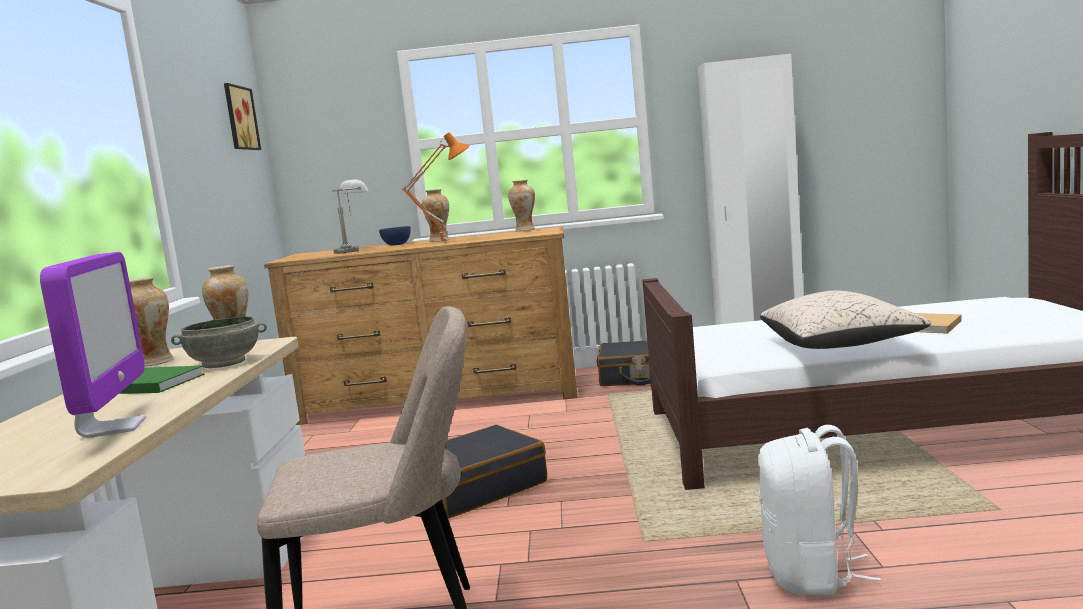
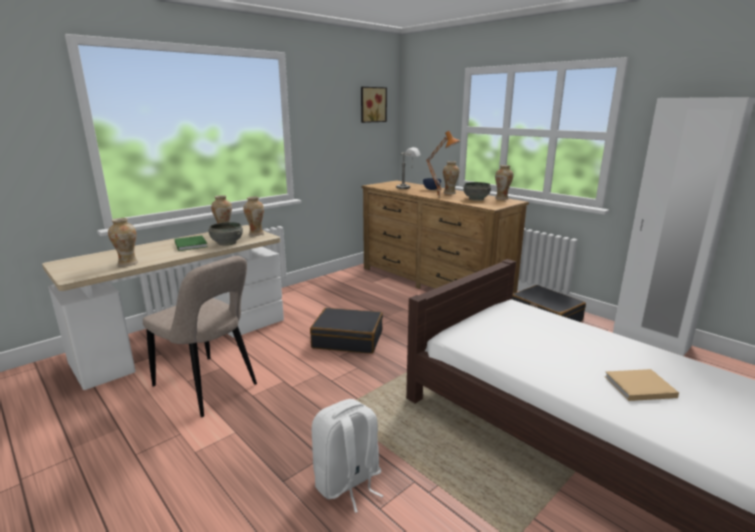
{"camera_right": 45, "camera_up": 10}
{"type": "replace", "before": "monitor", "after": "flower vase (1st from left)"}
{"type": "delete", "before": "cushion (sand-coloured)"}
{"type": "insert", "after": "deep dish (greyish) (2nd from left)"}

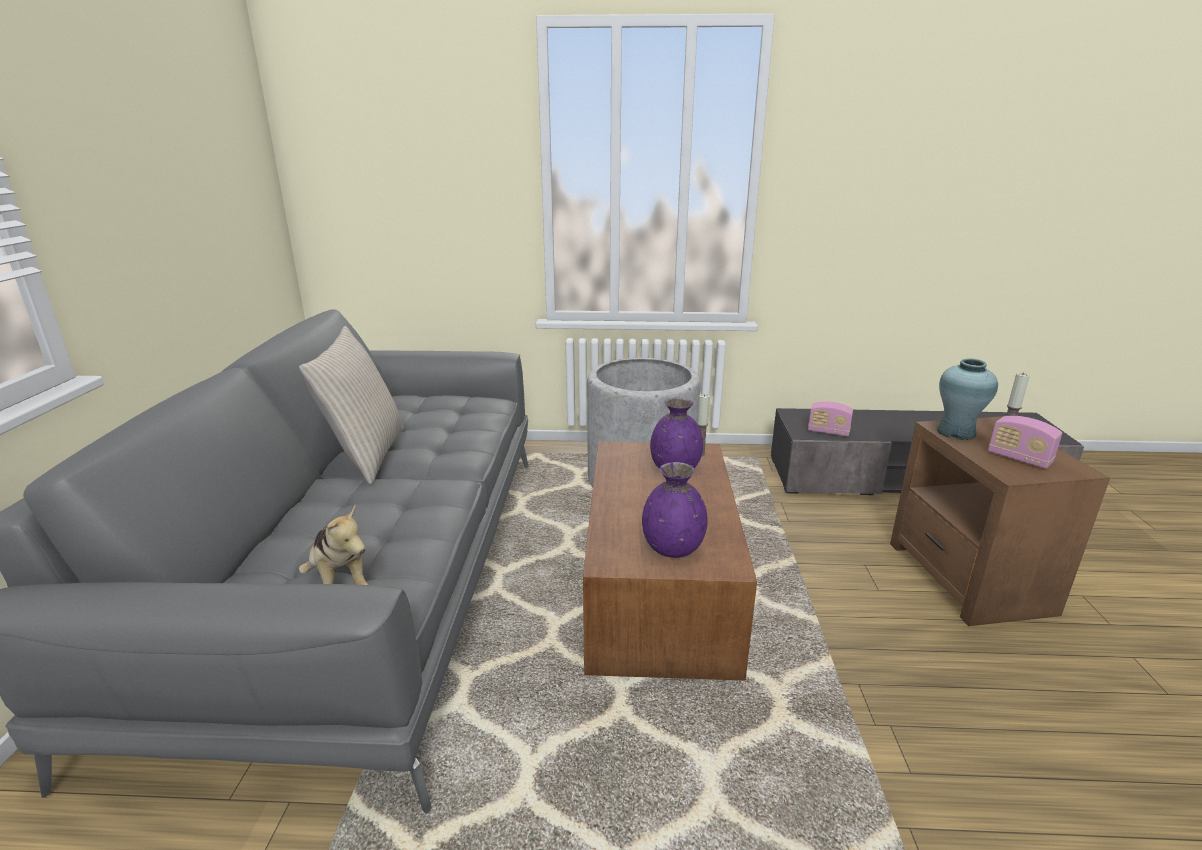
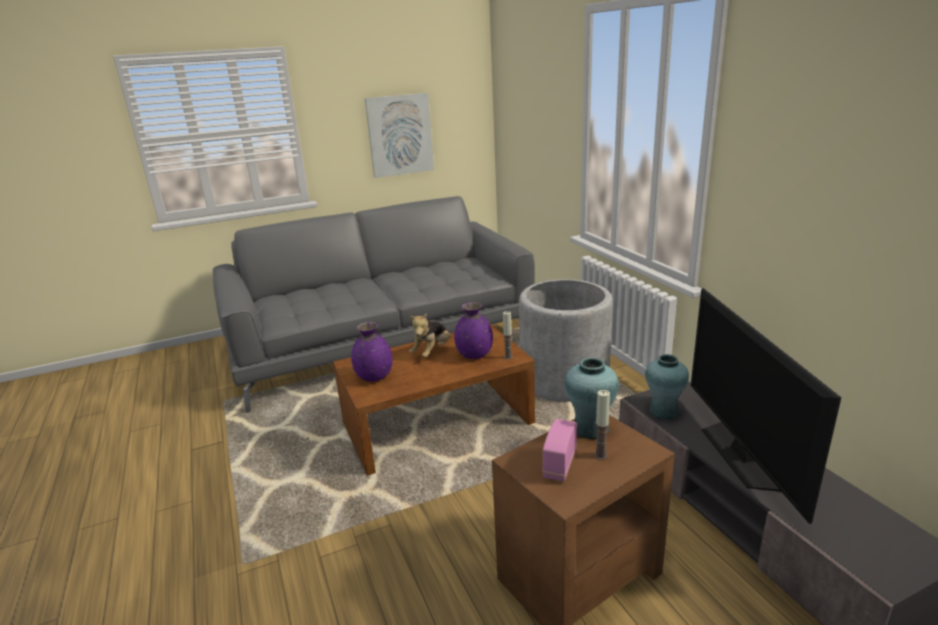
{"camera_right": 65, "camera_up": 0}
{"type": "delete", "before": "cushion (sand-coloured)"}
{"type": "move", "before": "plush toy"}
{"type": "replace", "before": "radio (1st from left)", "after": "flower vase (turquoise) (2nd from left)"}
{"type": "insert", "after": "wall art"}
{"type": "insert", "after": "television"}

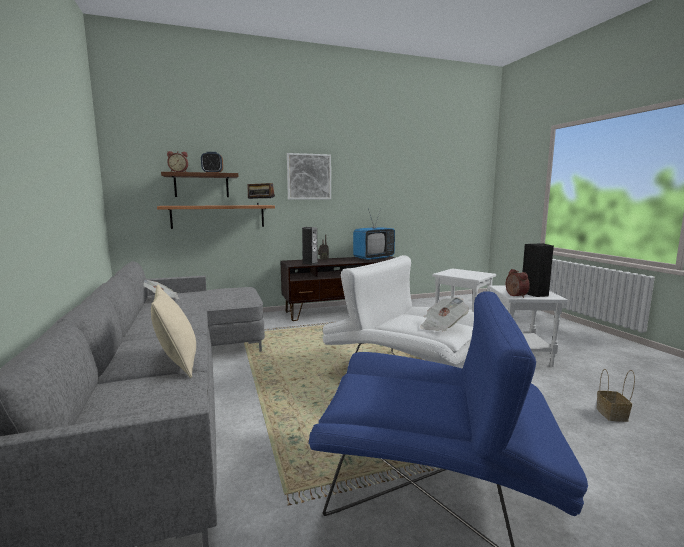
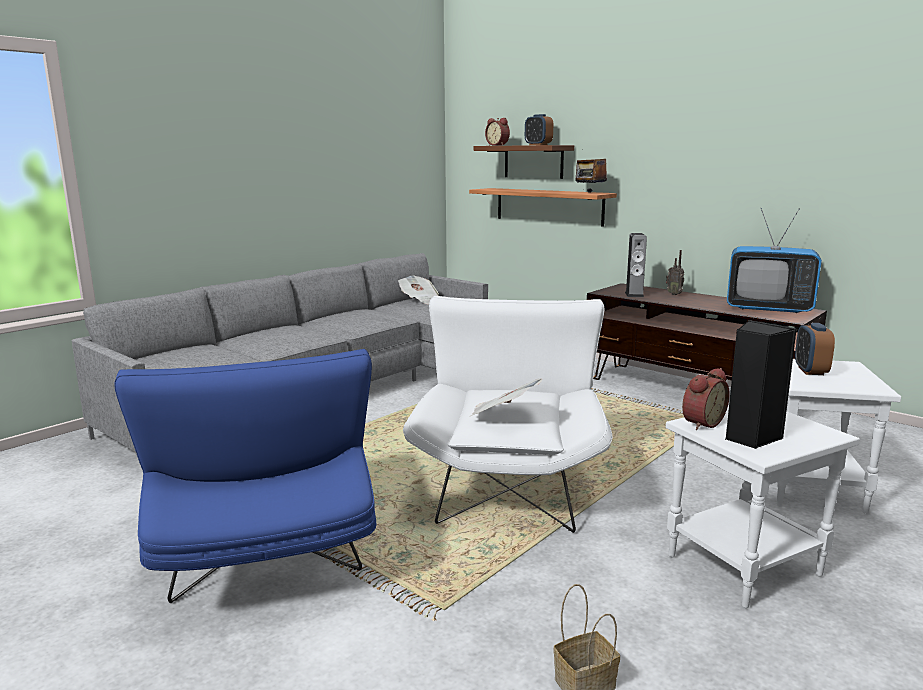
{"camera_right": 60, "camera_up": 5}
{"type": "delete", "before": "cushion (sand-coloured)"}
{"type": "delete", "before": "wall art"}
{"type": "insert", "after": "alarm clock (4th from left)"}

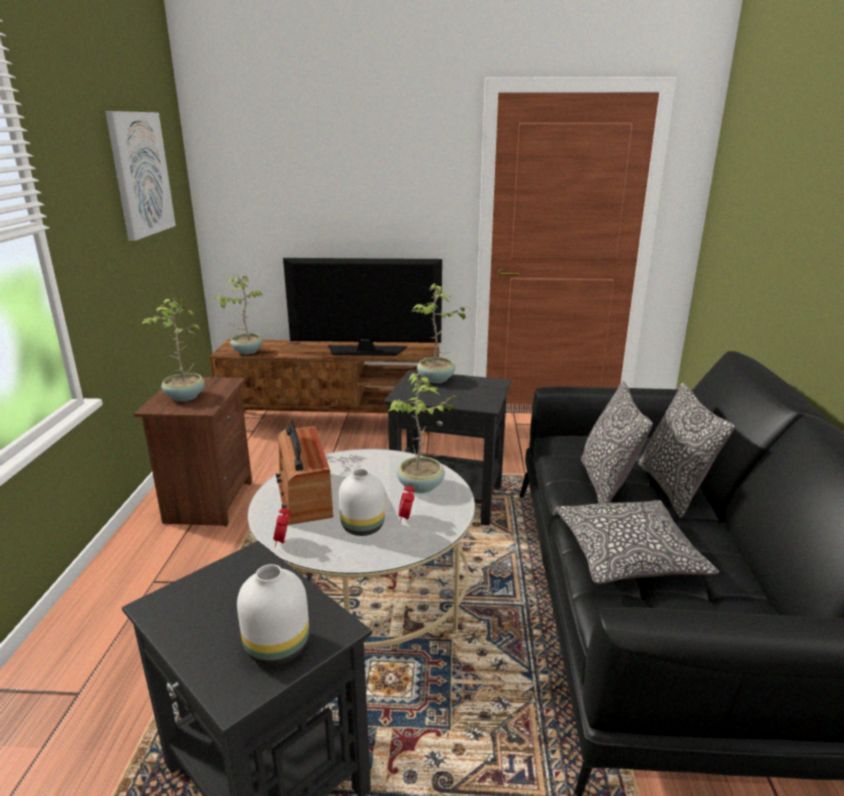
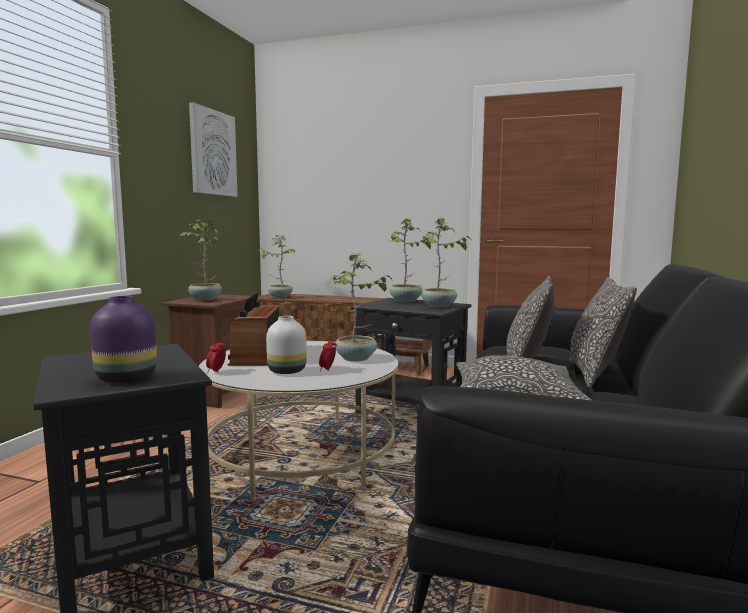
{"camera_right": 15, "camera_up": -15}
{"type": "recolor", "before": "flower vase (white-coloured) (1st from left)", "after": "flower vase (purple-coloured)"}
{"type": "delete", "before": "television"}
{"type": "insert", "after": "houseplant (5th from left)"}

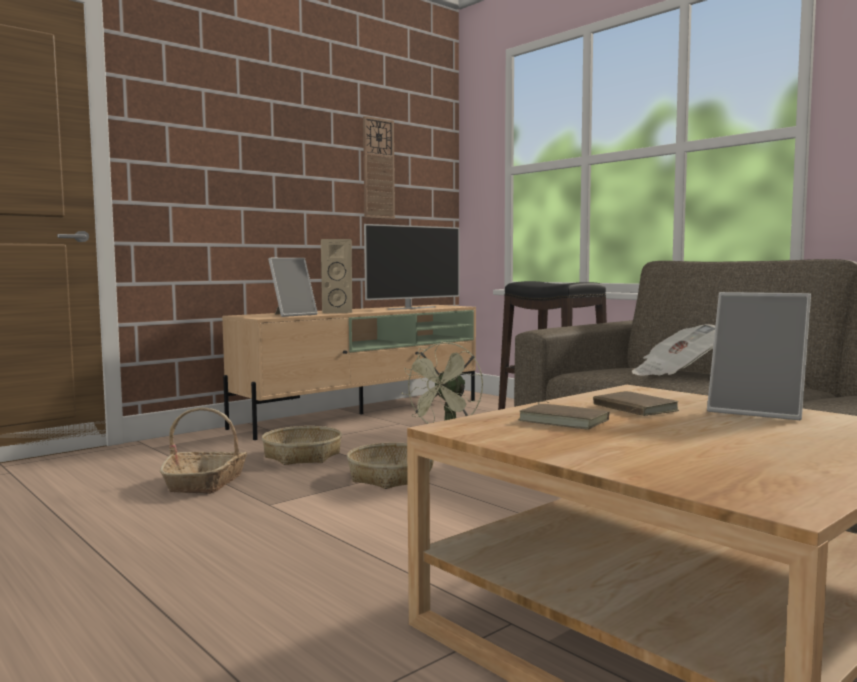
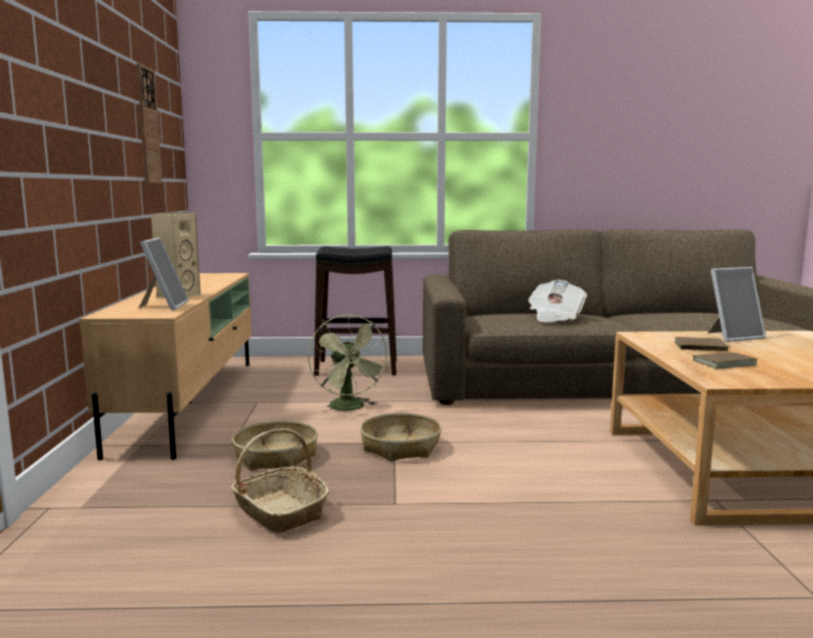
{"camera_right": -50, "camera_up": 5}
{"type": "delete", "before": "television"}

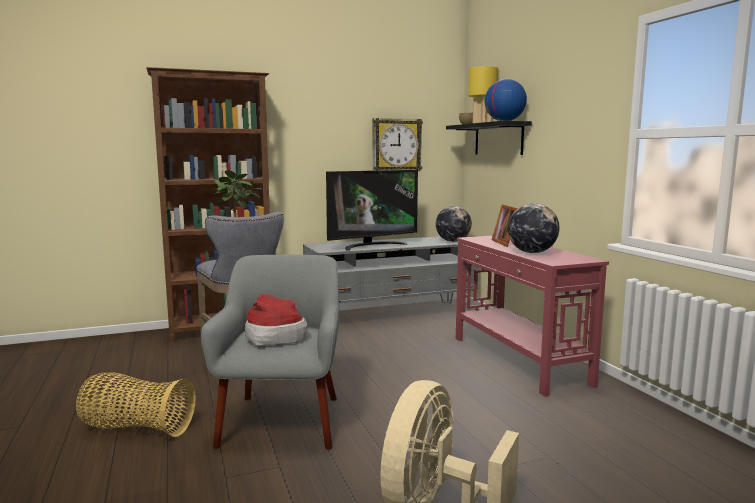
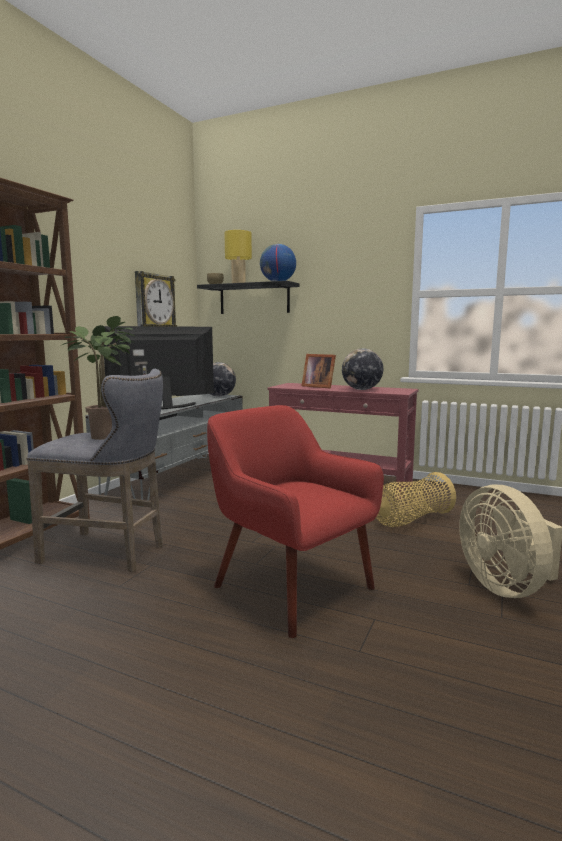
{"camera_right": -45, "camera_up": 0}
{"type": "move", "before": "household basket"}
{"type": "recolor", "before": "armchair (greyish)", "after": "armchair (reddish)"}
{"type": "delete", "before": "clothing hat"}
{"type": "rotate", "before": "television", "turn": -135}

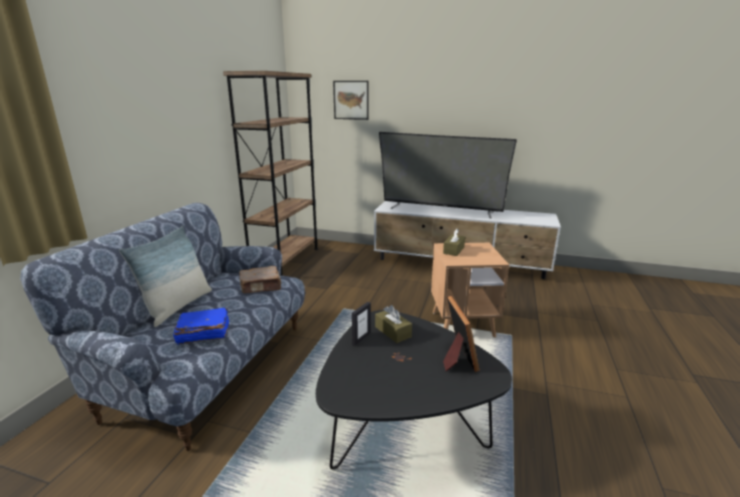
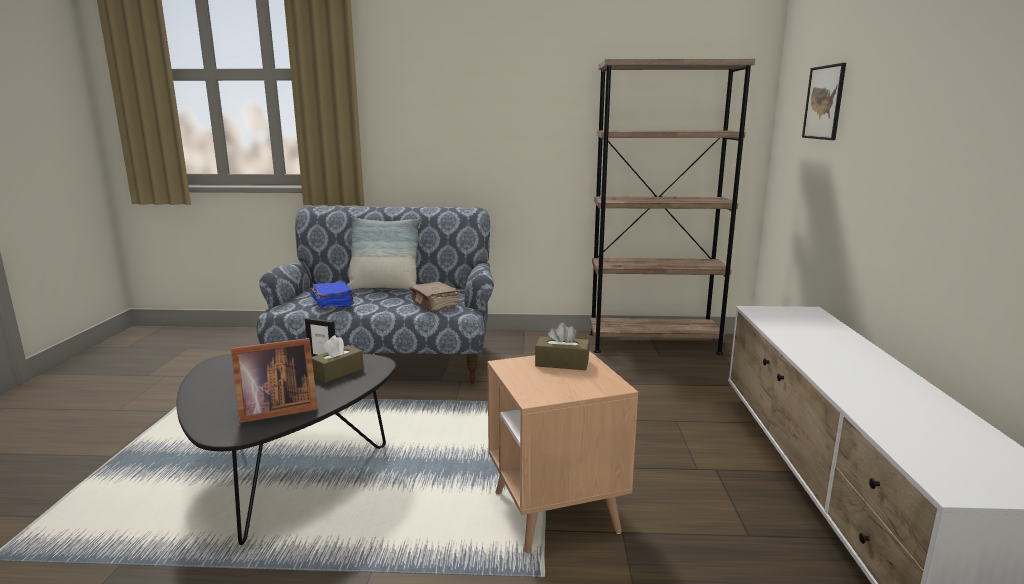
{"camera_right": 75, "camera_up": -5}
{"type": "delete", "before": "television"}

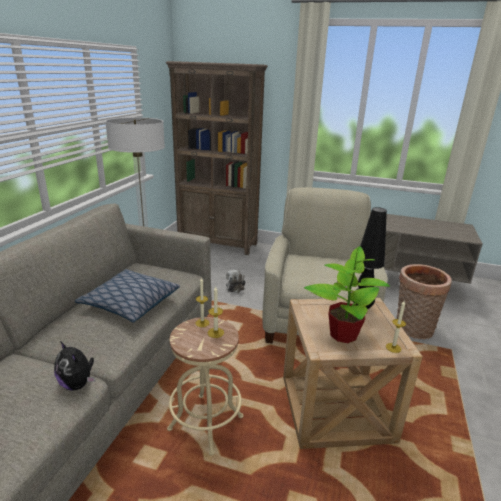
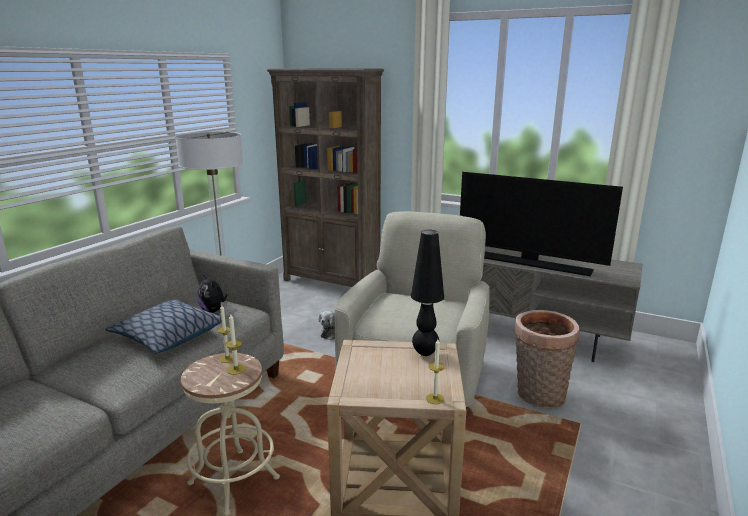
{"camera_right": 10, "camera_up": -5}
{"type": "move", "before": "plush toy (1st from left)"}
{"type": "delete", "before": "houseplant"}
{"type": "insert", "after": "television"}

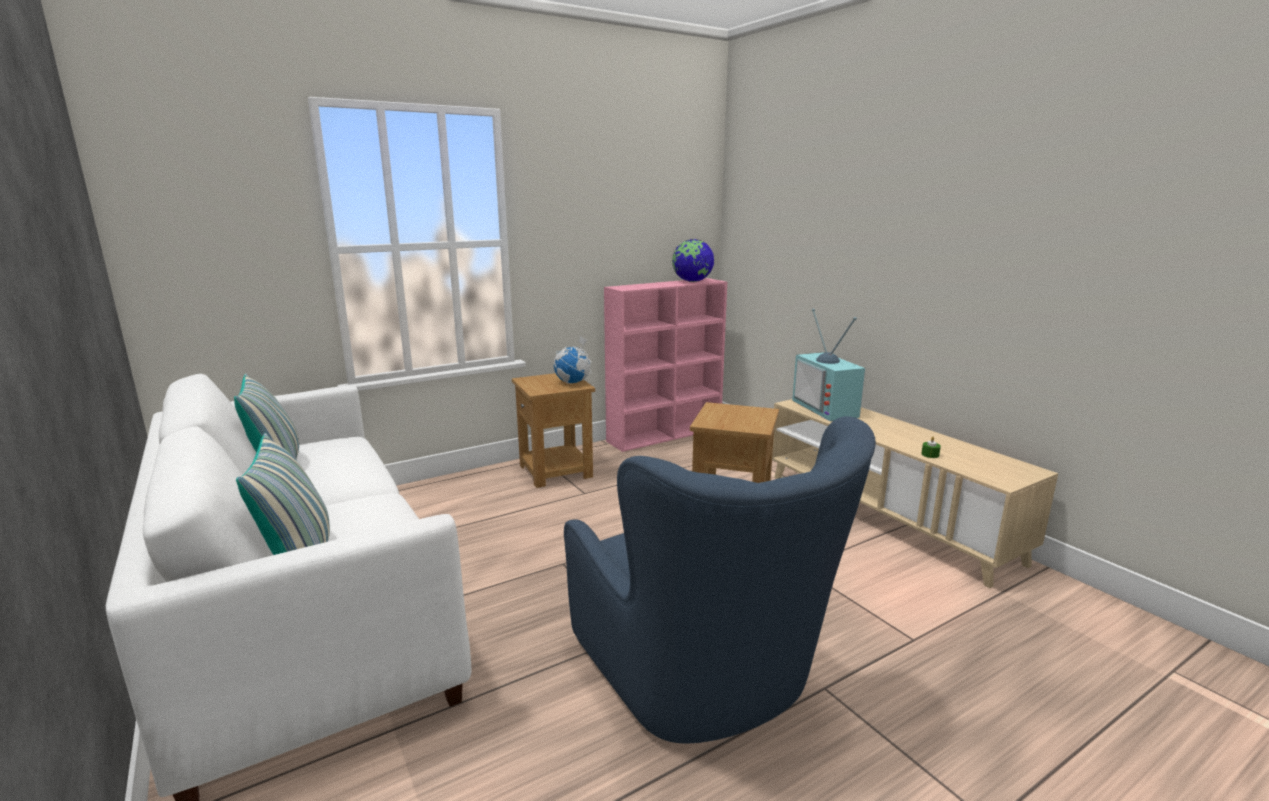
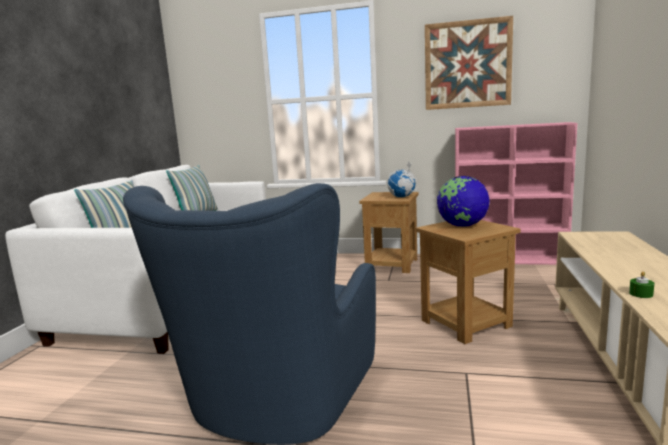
{"camera_right": 45, "camera_up": -5}
{"type": "move", "before": "desk globe (2nd from left)"}
{"type": "delete", "before": "television"}
{"type": "insert", "after": "wall art"}

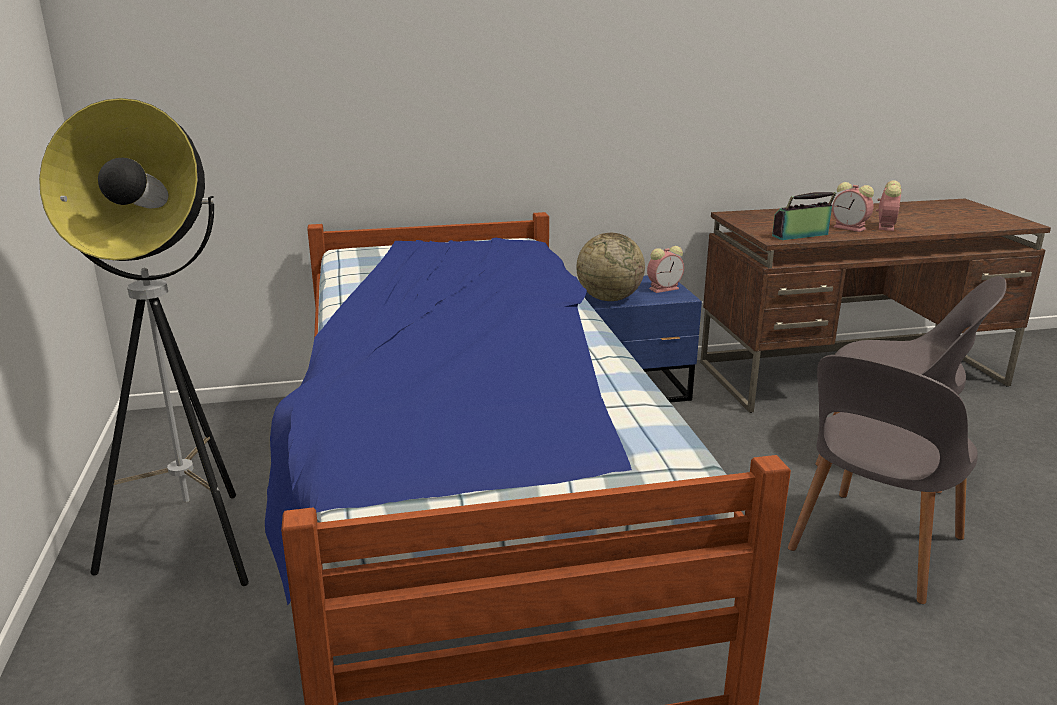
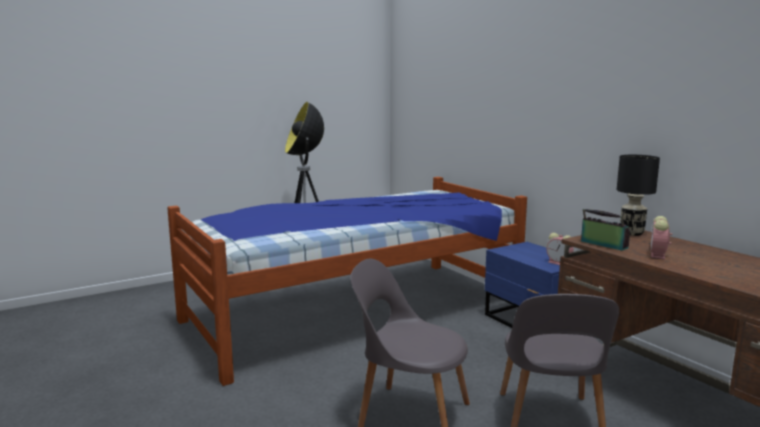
{"camera_right": 70, "camera_up": -10}
{"type": "delete", "before": "desk globe"}
{"type": "delete", "before": "alarm clock (3rd from left)"}
{"type": "insert", "after": "lamp for a table (blackish)"}

